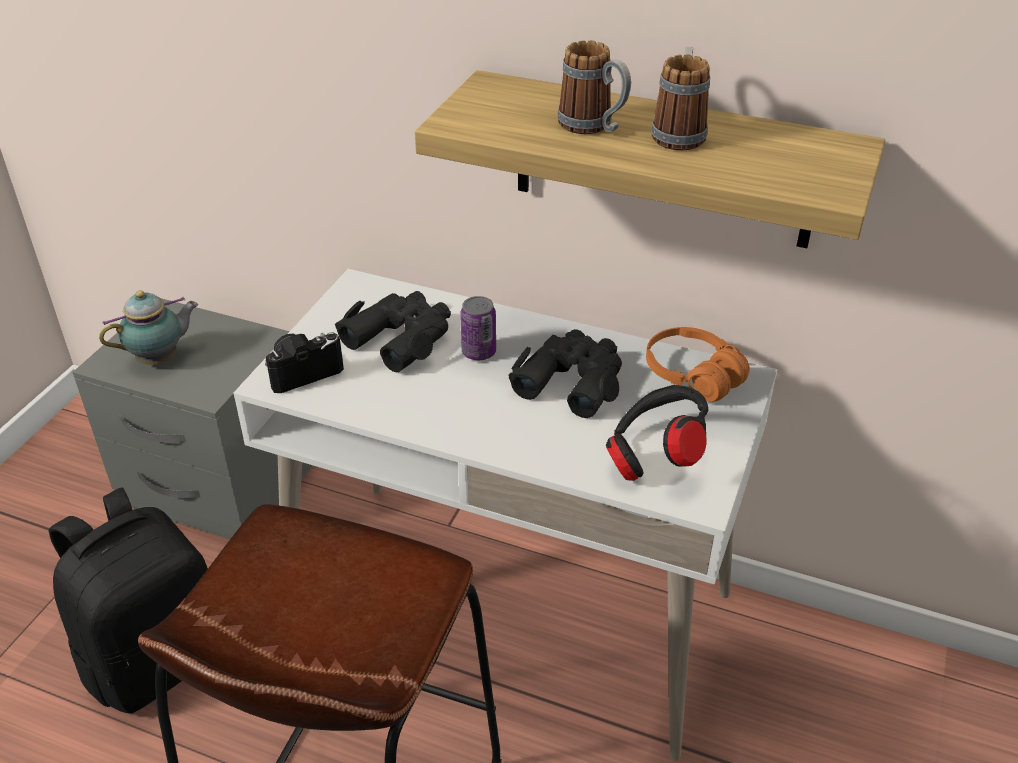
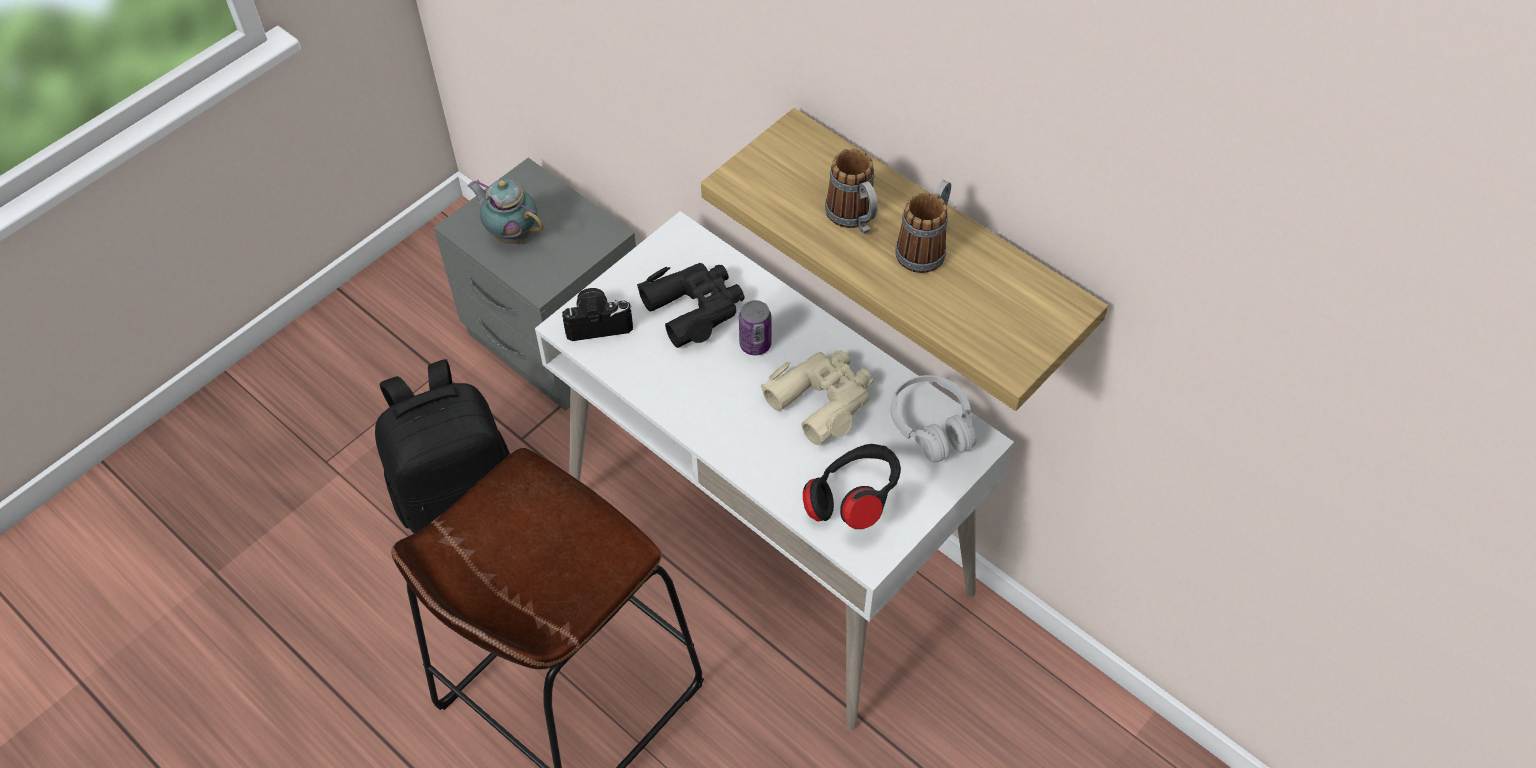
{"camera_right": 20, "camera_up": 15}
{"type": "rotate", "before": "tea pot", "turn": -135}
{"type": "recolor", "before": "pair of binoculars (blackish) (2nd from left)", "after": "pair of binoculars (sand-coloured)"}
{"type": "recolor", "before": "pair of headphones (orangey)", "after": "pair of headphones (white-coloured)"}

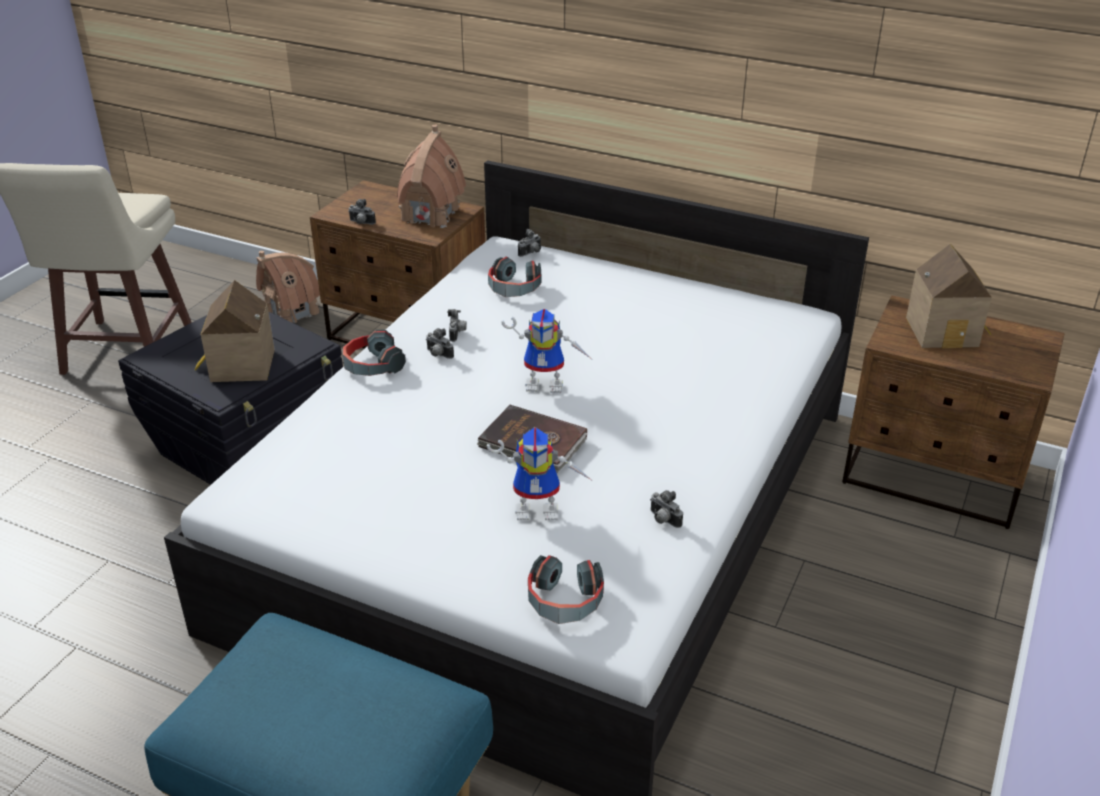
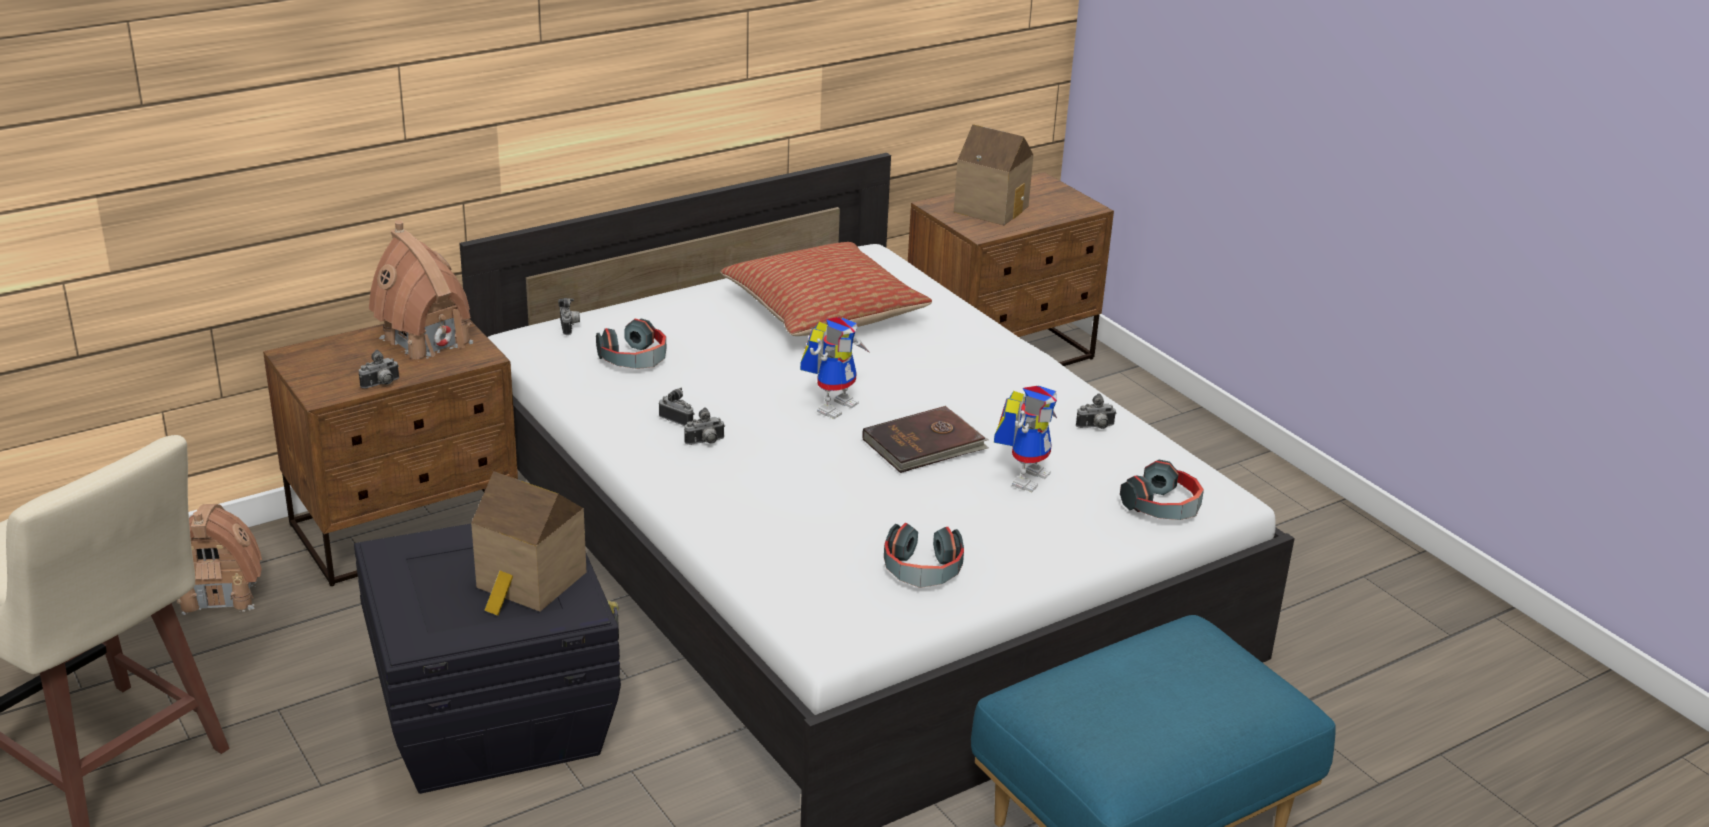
{"camera_right": -60, "camera_up": -5}
{"type": "move", "before": "pair of headphones (1st from left in the first image)", "after": "pair of headphones (2nd from left)"}
{"type": "insert", "after": "cushion"}

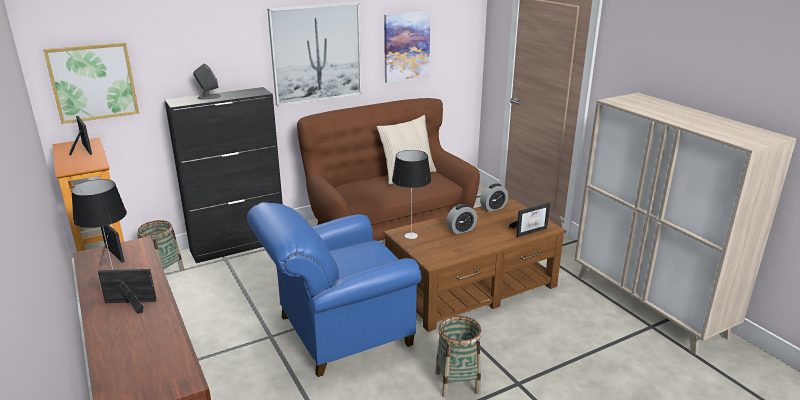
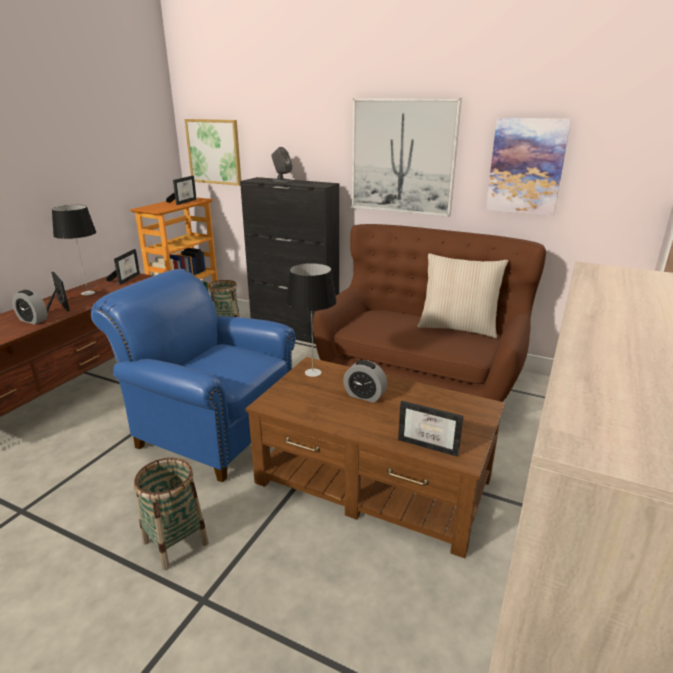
{"camera_right": 55, "camera_up": 0}
{"type": "move", "before": "alarm clock (2nd from left in the first image)", "after": "alarm clock (1st from left)"}

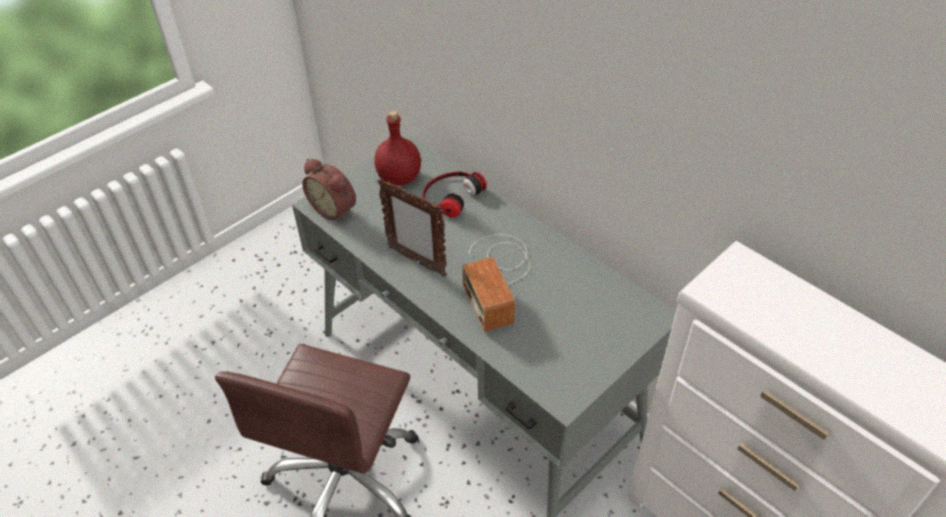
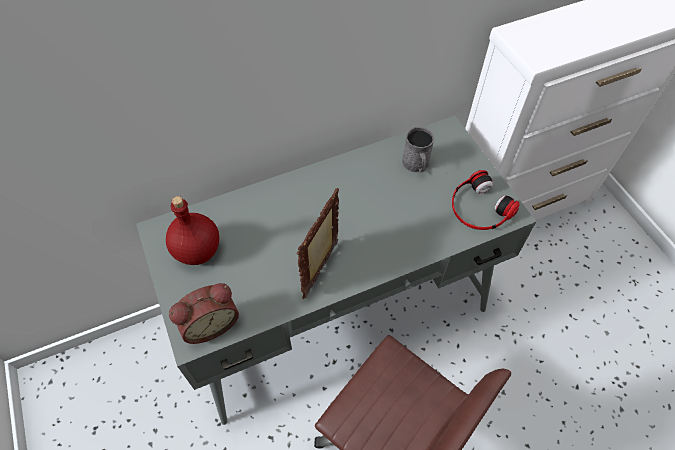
{"camera_right": -70, "camera_up": 10}
{"type": "rotate", "before": "standing frame", "turn": 150}
{"type": "move", "before": "pair of headphones"}
{"type": "delete", "before": "radio"}
{"type": "insert", "after": "mug (greyish)"}

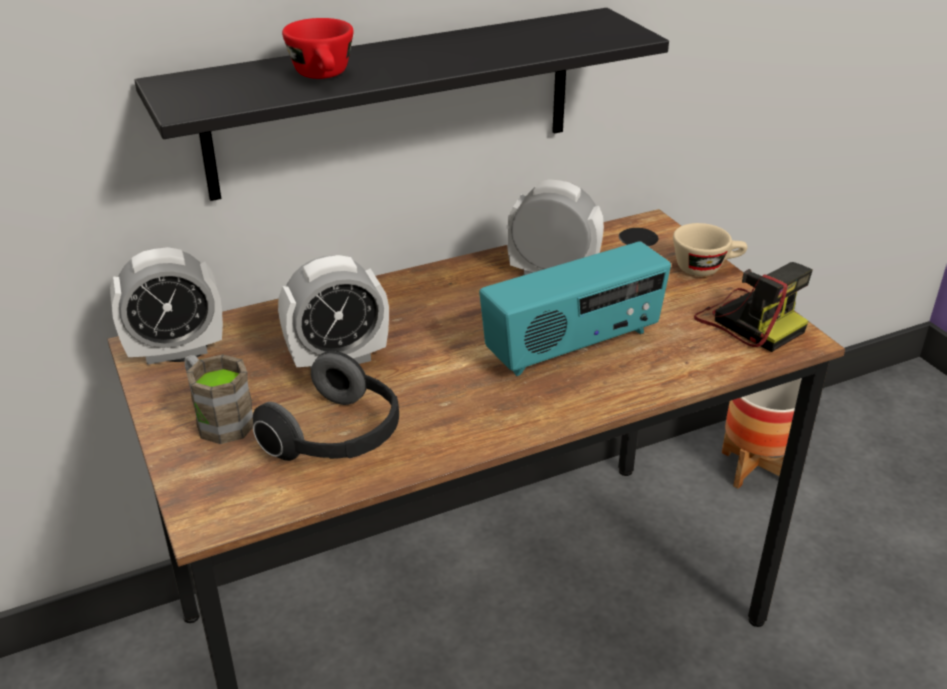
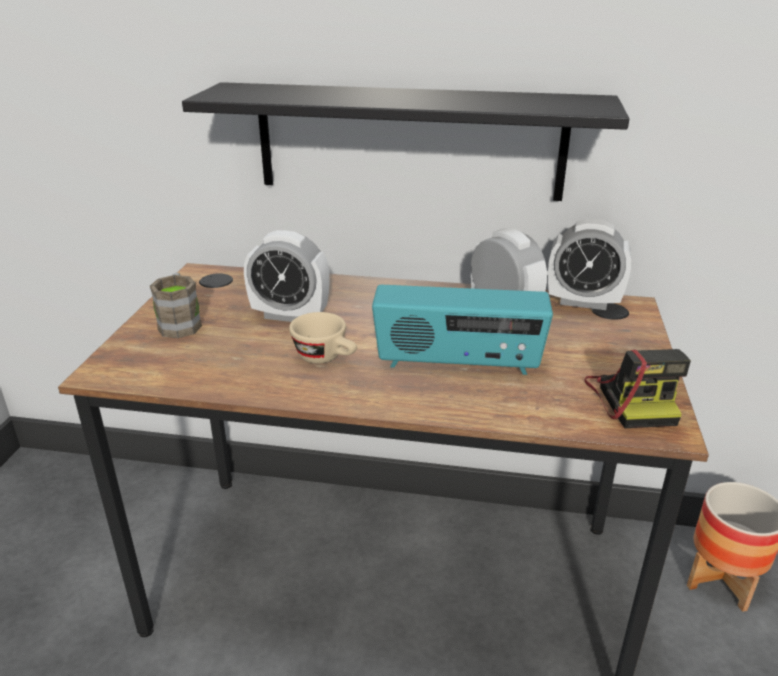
{"camera_right": 35, "camera_up": -5}
{"type": "move", "before": "alarm clock (1st from left in the first image)", "after": "alarm clock (3rd from left)"}
{"type": "delete", "before": "pair of headphones"}
{"type": "delete", "before": "small cup (reddish)"}
{"type": "move", "before": "small cup (sand-coloured)"}

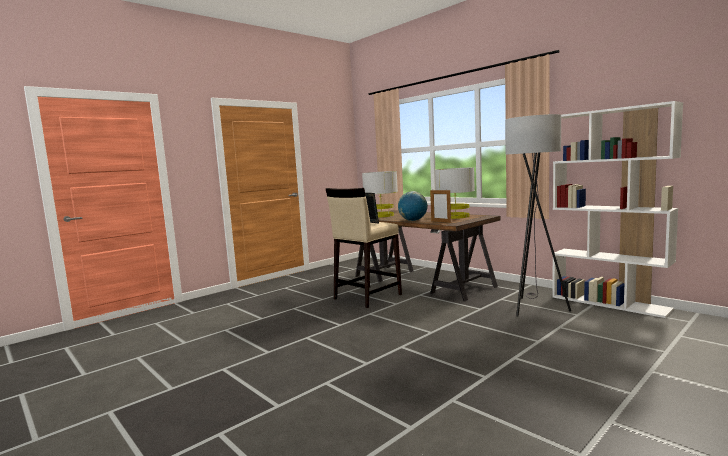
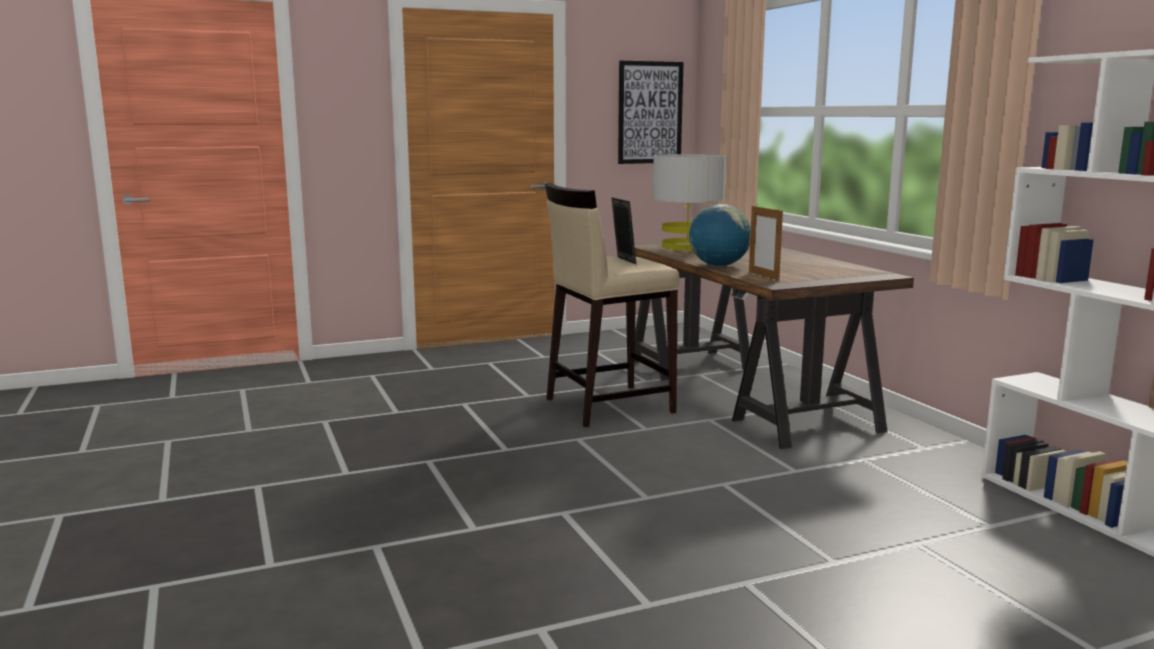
{"camera_right": 20, "camera_up": 5}
{"type": "delete", "before": "lamp for a table (greyish) (2nd from left)"}
{"type": "delete", "before": "standing lamp (greyish)"}
{"type": "insert", "after": "wall art"}

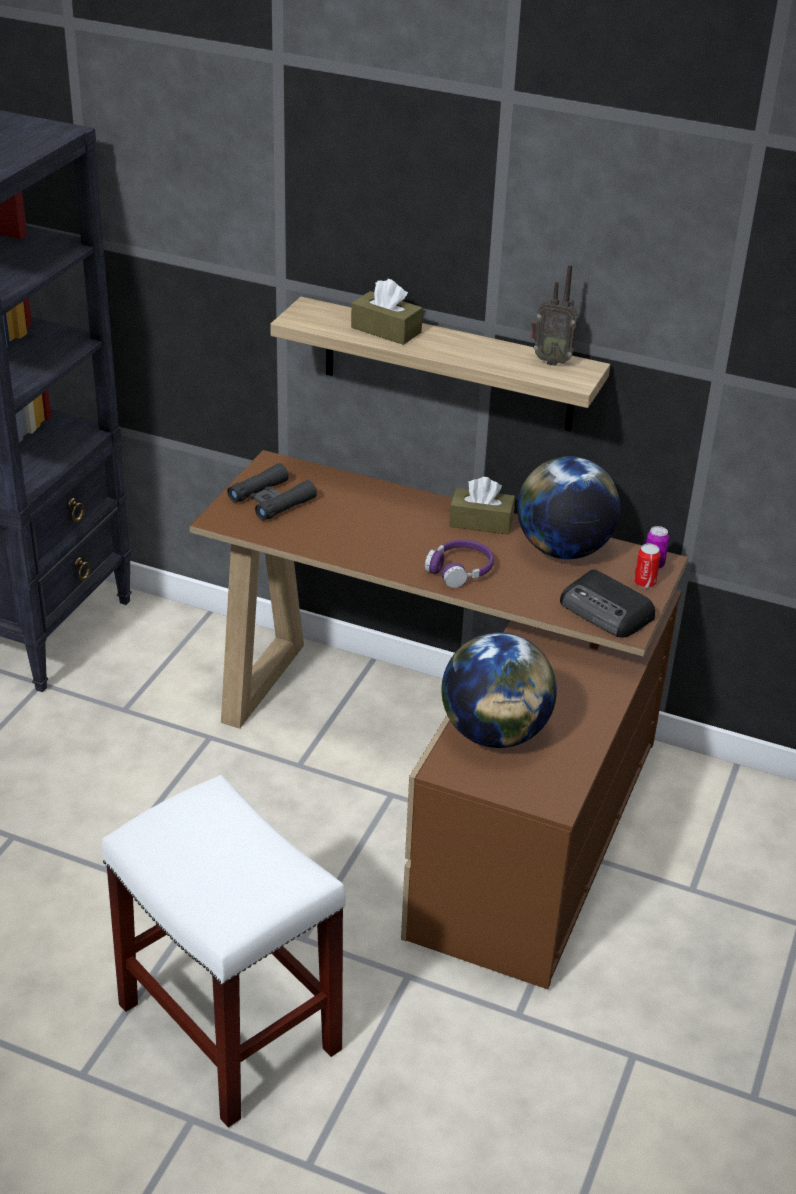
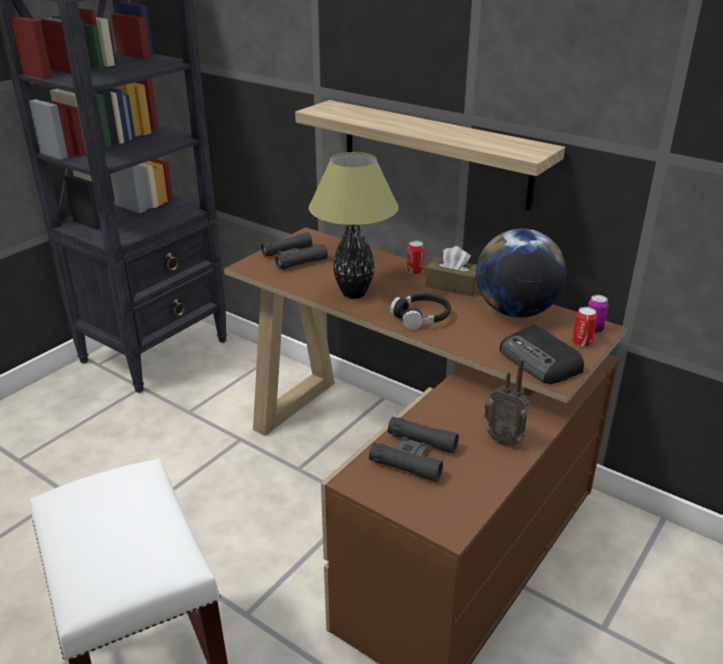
{"camera_right": 15, "camera_up": -5}
{"type": "delete", "before": "tissue box (brownish) (1st from left)"}
{"type": "recolor", "before": "pair of headphones (purple-coloured)", "after": "pair of headphones (blackish)"}
{"type": "replace", "before": "desk globe (1st from left)", "after": "pair of binoculars (blackish) (2nd from left)"}
{"type": "move", "before": "radio (1st from left)"}
{"type": "insert", "after": "lamp for a table"}
{"type": "insert", "after": "can (1st from left)"}

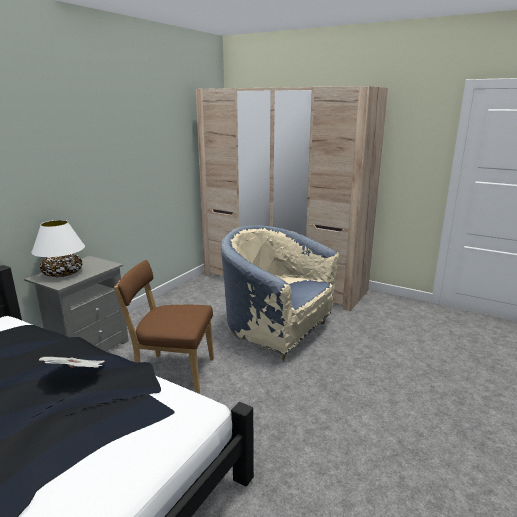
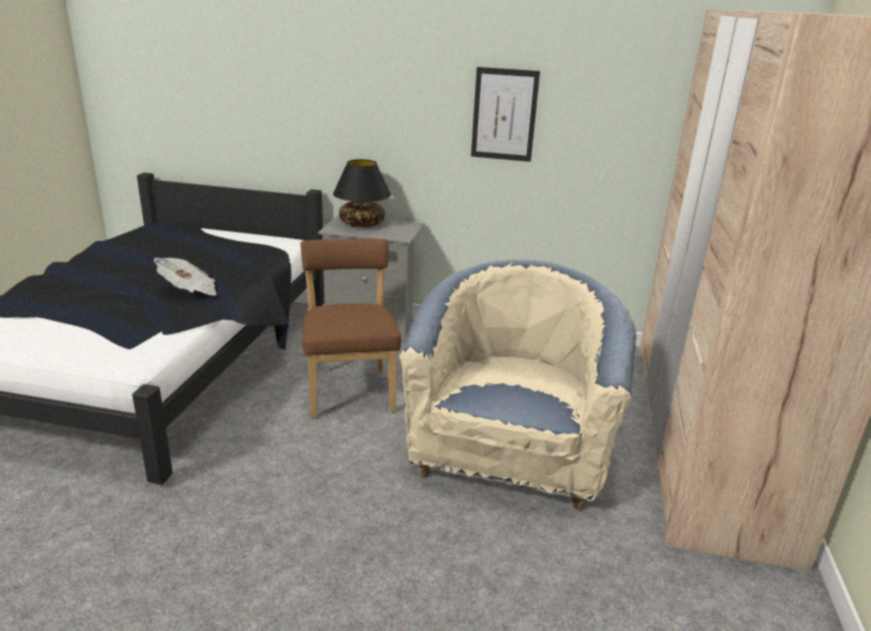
{"camera_right": 70, "camera_up": 5}
{"type": "recolor", "before": "lamp for a table (white-coloured)", "after": "lamp for a table (blackish)"}
{"type": "insert", "after": "wall art"}

